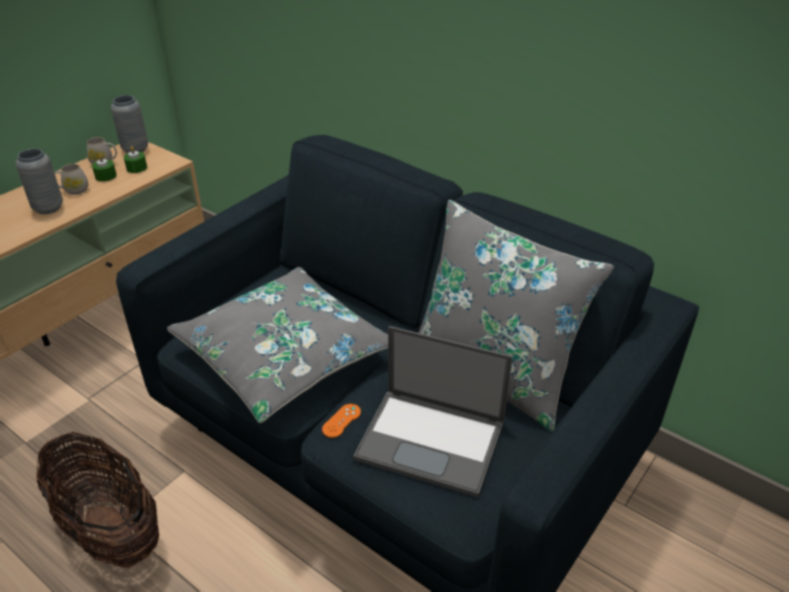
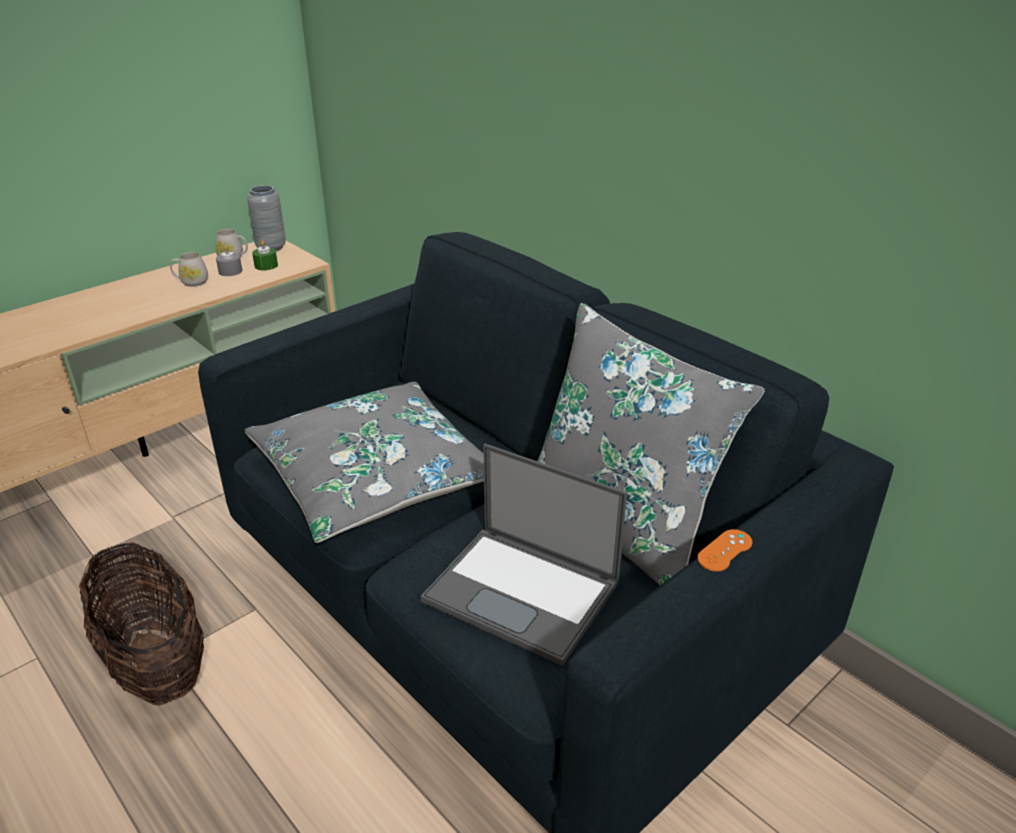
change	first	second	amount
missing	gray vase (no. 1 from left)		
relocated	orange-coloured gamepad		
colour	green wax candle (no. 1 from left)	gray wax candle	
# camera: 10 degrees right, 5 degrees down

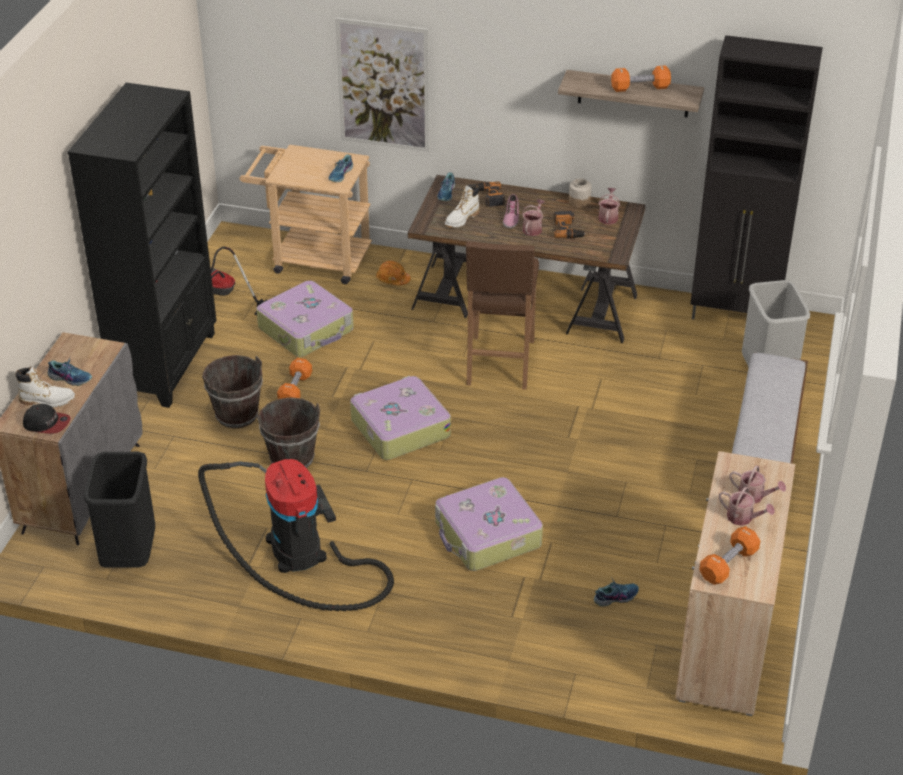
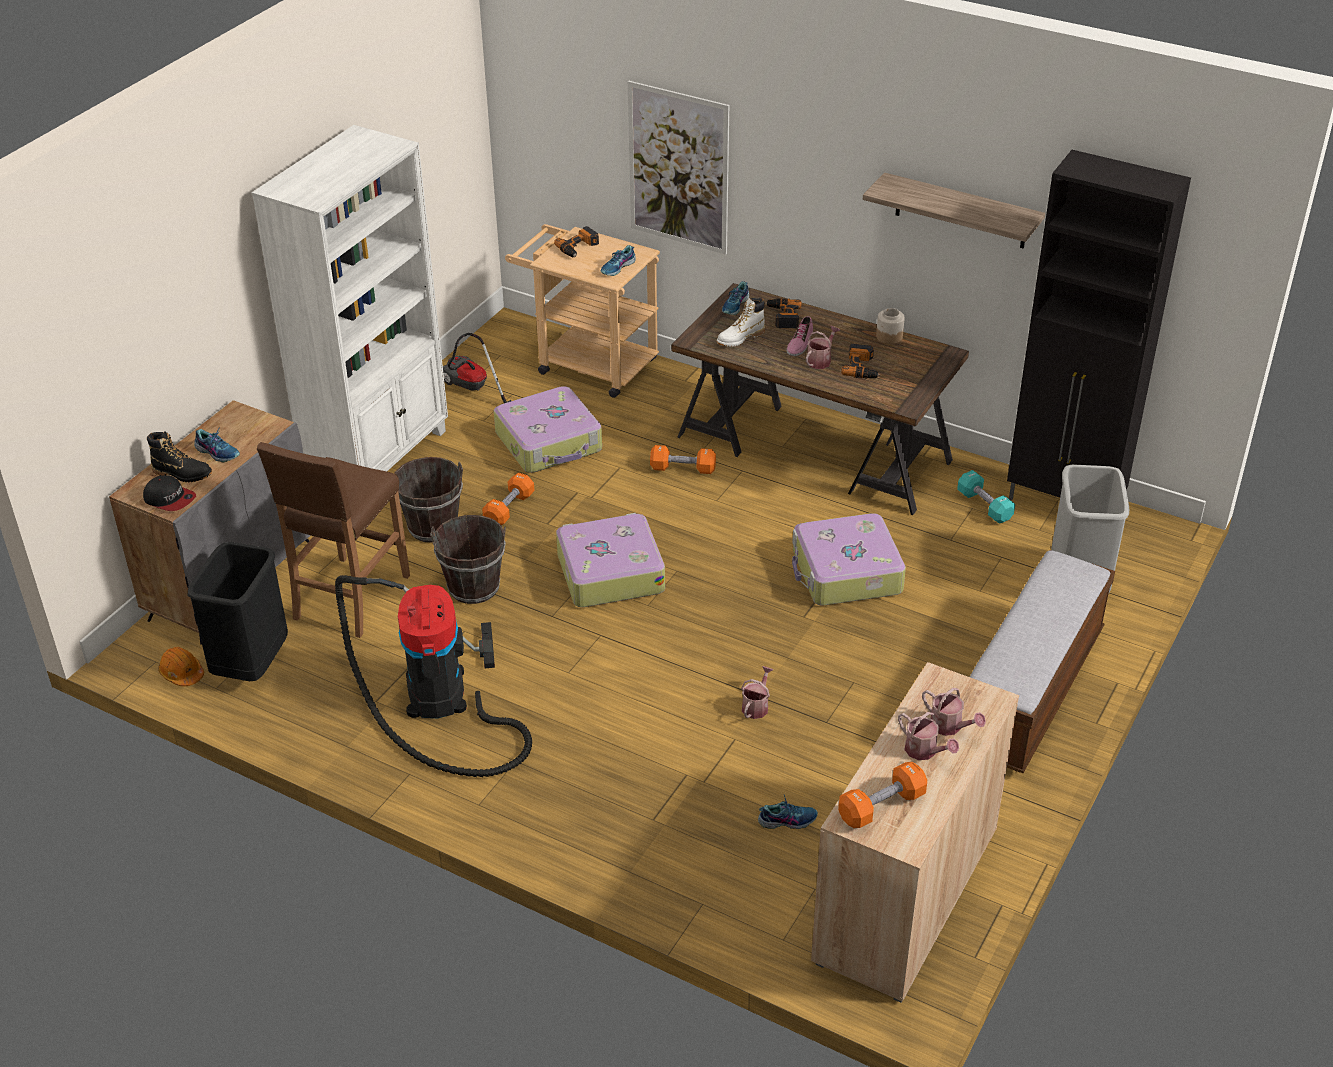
change	first	second	amount
appeared		electric drill (no. 1 from left)	
appeared		turquoise-coloured hand weight	
relocated	orange-coloured work helmet		
relocated	piece of luggage (no. 3 from left)		
relocated	brownish stool seat		
relocated	watering pot (no. 2 from left in the first image)	watering pot (no. 1 from left)	
relocated	orange-coloured hand weight (no. 2 from left)		
colour	white-coloured high-top boot (no. 1 from left)	black-coloured high-top boot	
colour	black-coloured bookshelf	white-coloured bookshelf	
# camera: 15 degrees right, 0 degrees up

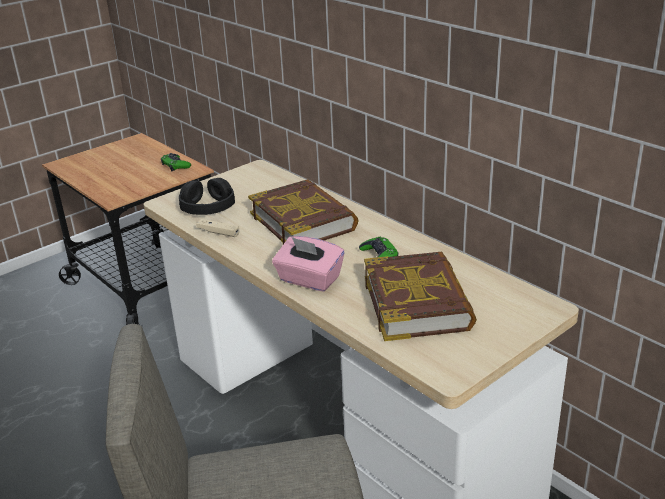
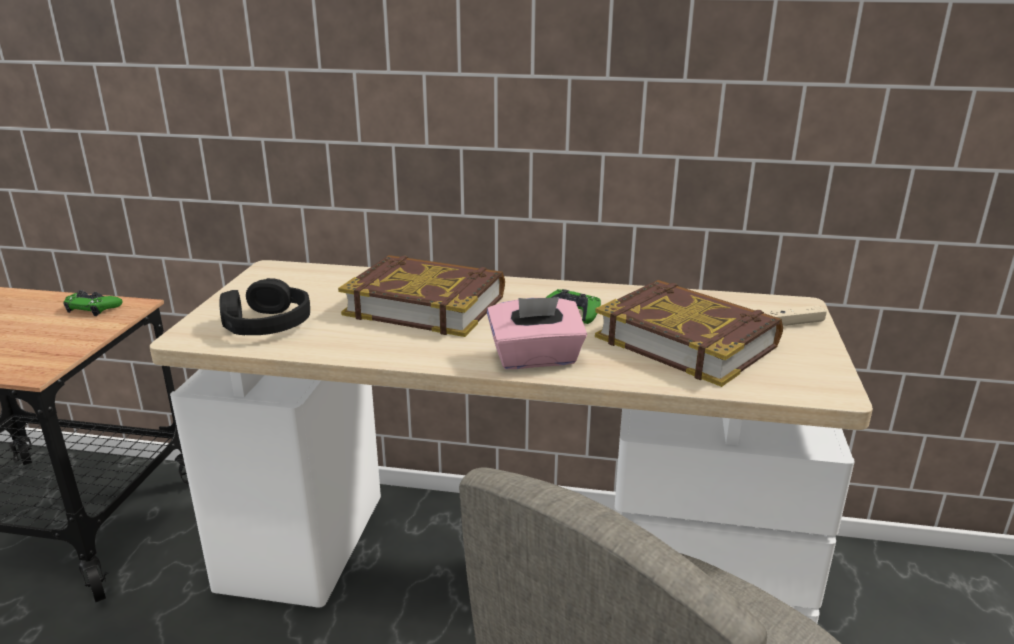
change	first	second	amount
relocated	sand-coloured gamepad		
# camera: 40 degrees left, 5 degrees down

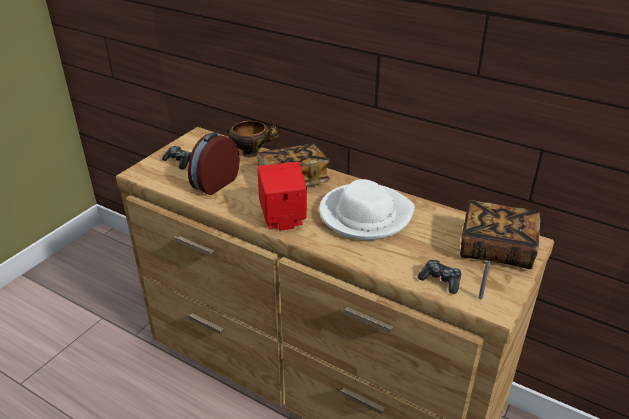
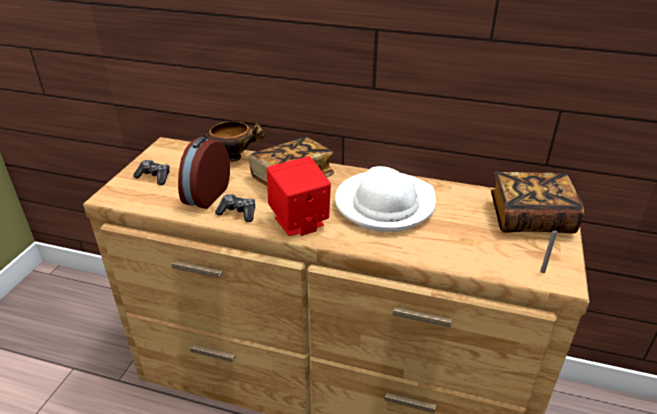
change	first	second	amount
relocated	gamepad (no. 2 from left)		
# camera: 15 degrees left, 0 degrees up

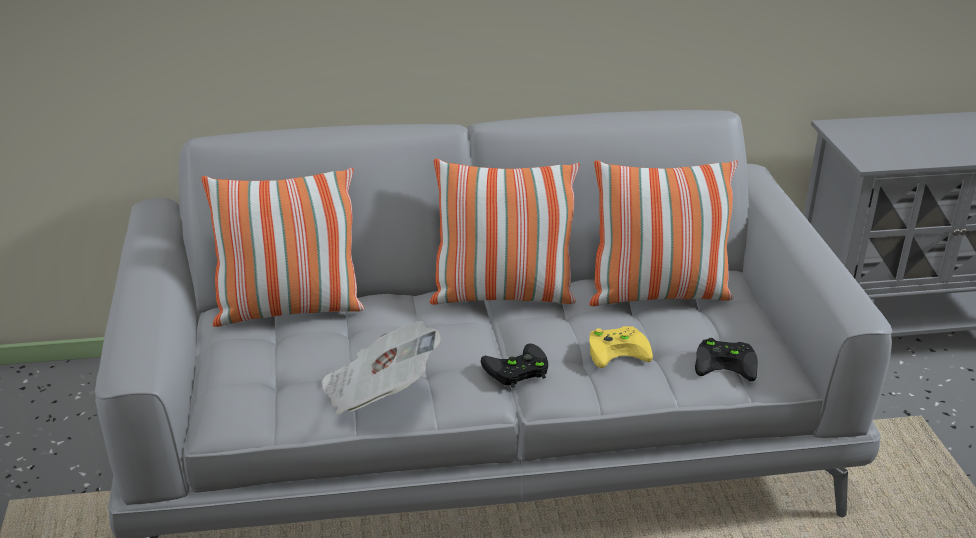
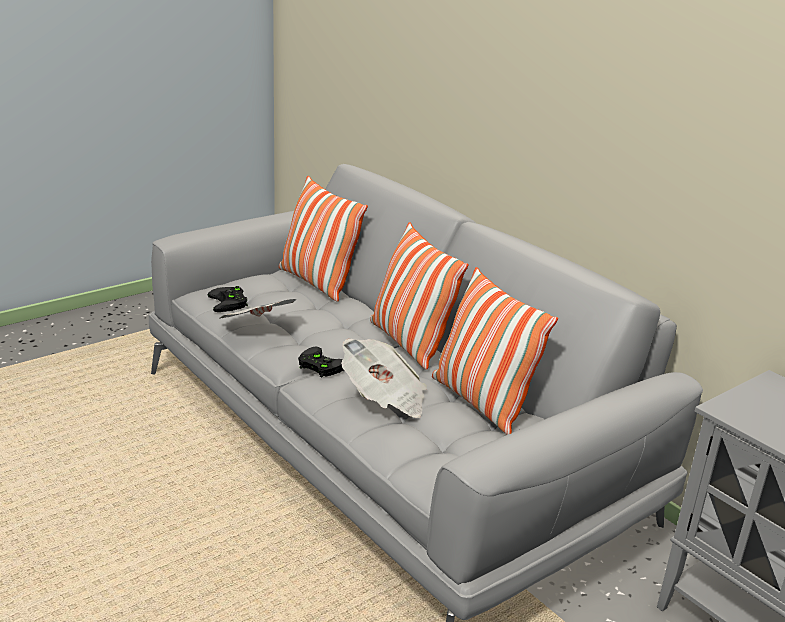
change	first	second	amount
relocated	black-coloured gamepad (no. 2 from left in the first image)	black-coloured gamepad (no. 1 from left)	
exchanged	yellowish gamepad	newspaper (no. 2 from left)	
# camera: 60 degrees right, 5 degrees down

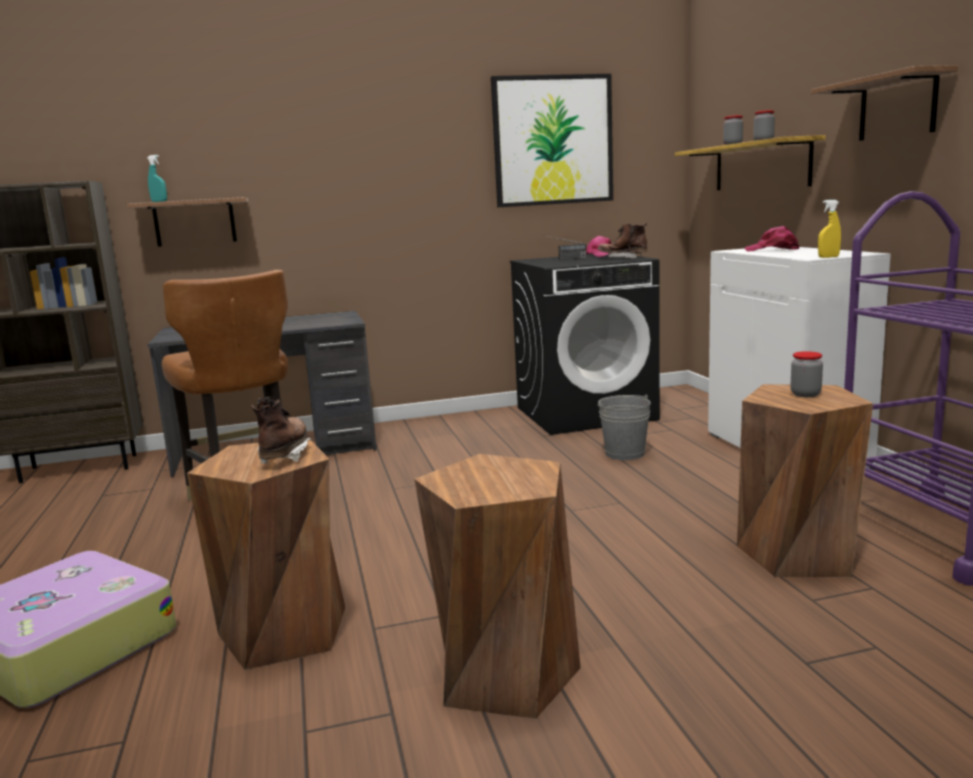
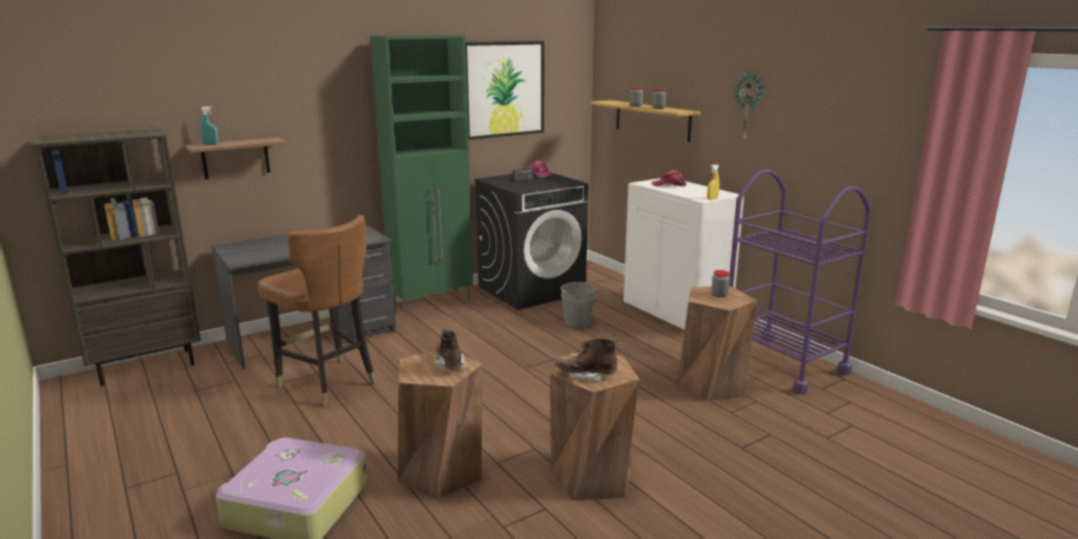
change	first	second	amount
appeared		green storage cabinet	
relocated	brownish high-top boot (no. 2 from left)		
exchanged	bracket shelf (no. 3 from left)	hanging clock	
# camera: 20 degrees left, 5 degrees up

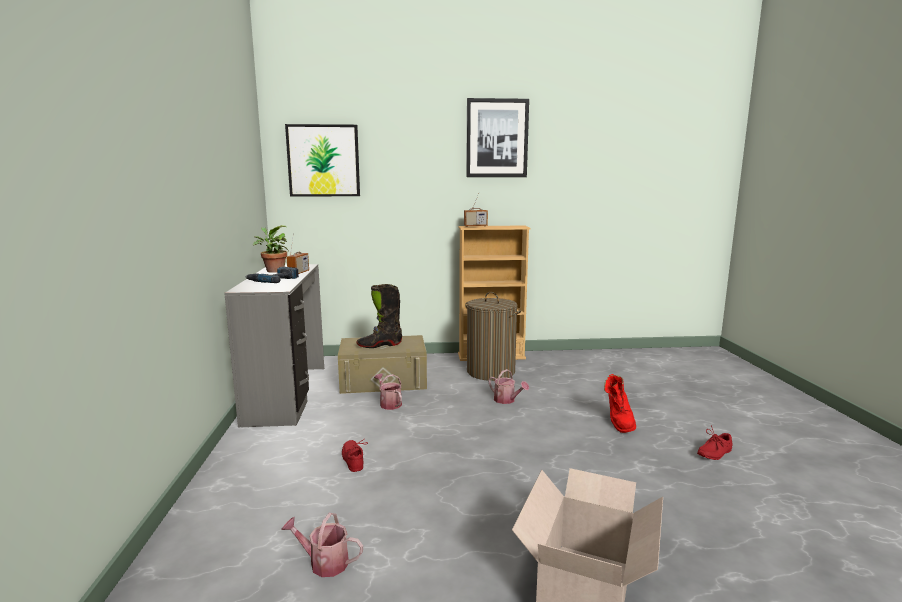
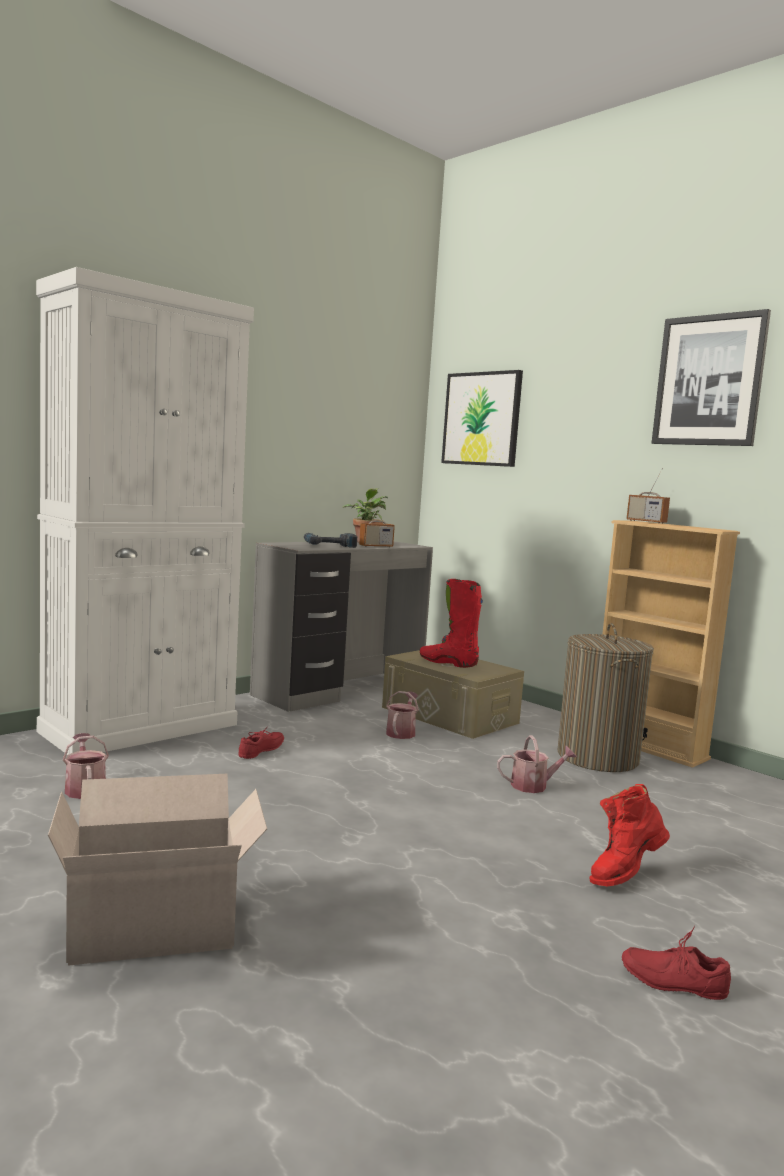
change	first	second	amount
appeared		white-coloured storage cabinet	
colour	black-coloured high-top boot	reddish high-top boot (no. 1 from left)	
spun	watering pot (no. 3 from left)		105 degrees counterclockwise
# camera: 50 degrees right, 5 degrees down

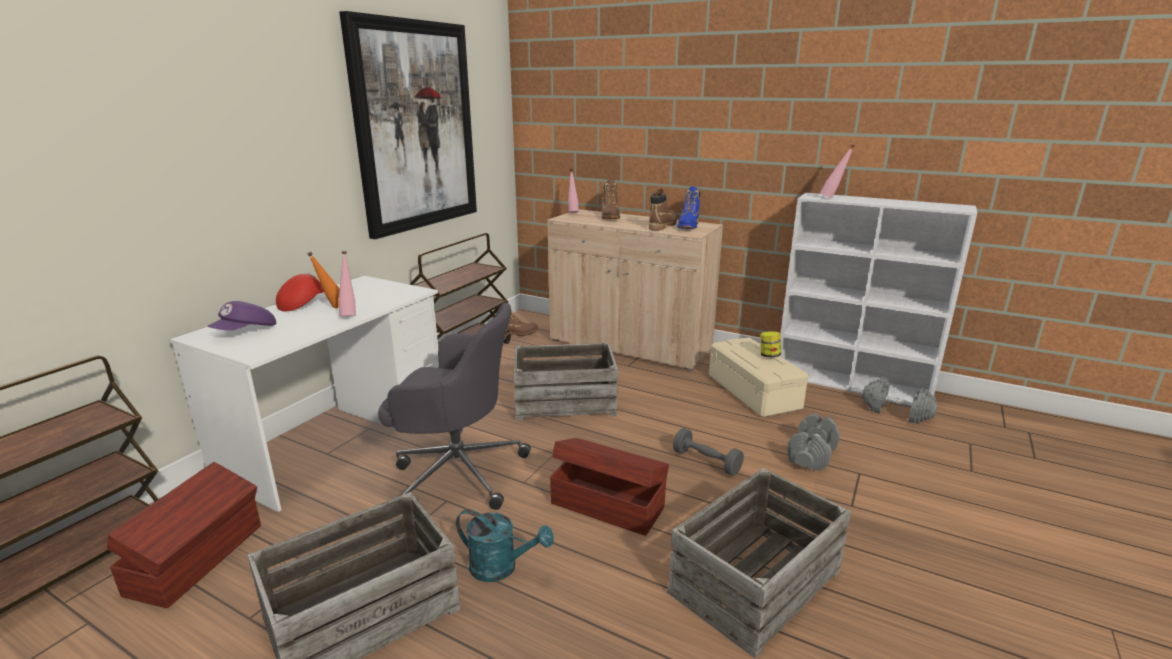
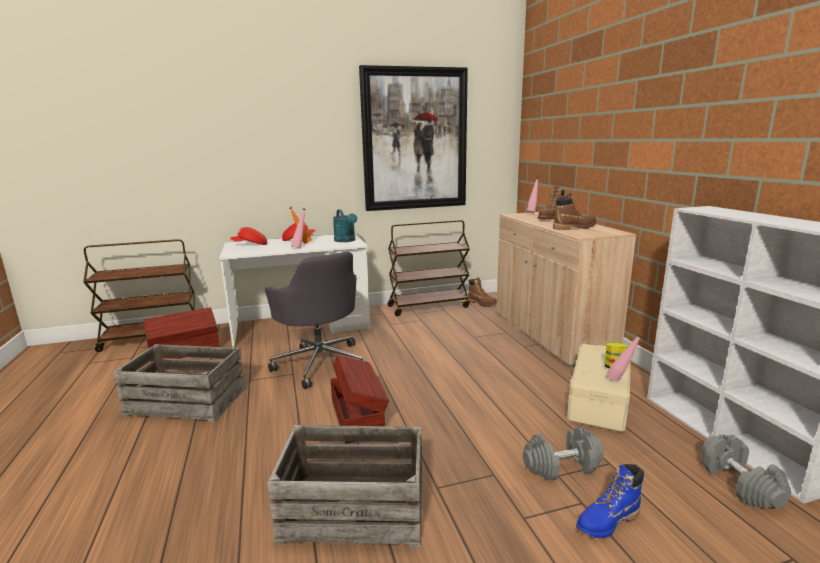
change	first	second	amount
missing	shipping crate (no. 2 from left)		
missing	gray hand weight (no. 1 from left)		
relocated	turquoise-coloured watering pot		
relocated	blue high-top boot		
relocated	pink-coloured drink bottle (no. 3 from left)		
colour	purple baseball cap	reddish baseball cap (no. 1 from left)	
# camera: 45 degrees right, 5 degrees down

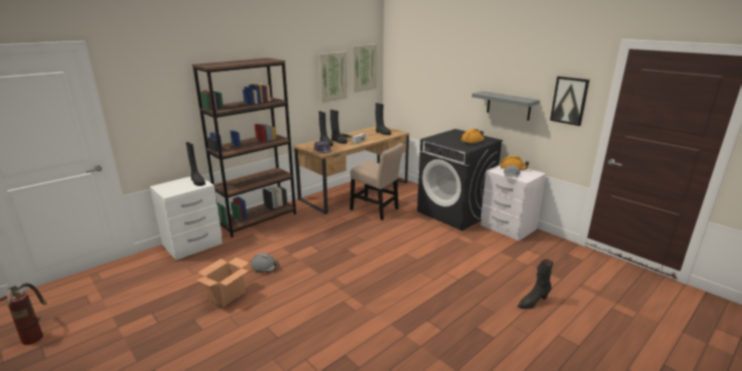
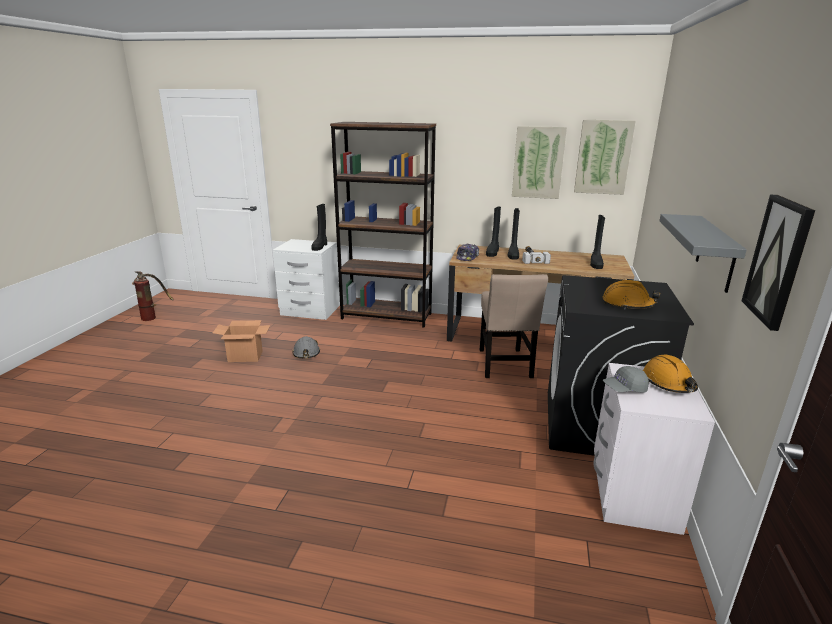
change	first	second	amount
missing	black-coloured high-top boot (no. 5 from left)		
# camera: 55 degrees right, 0 degrees up

